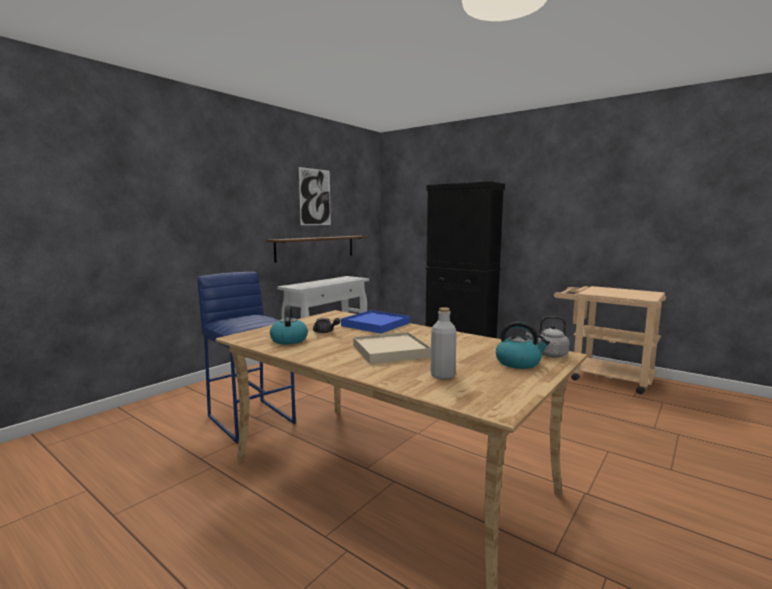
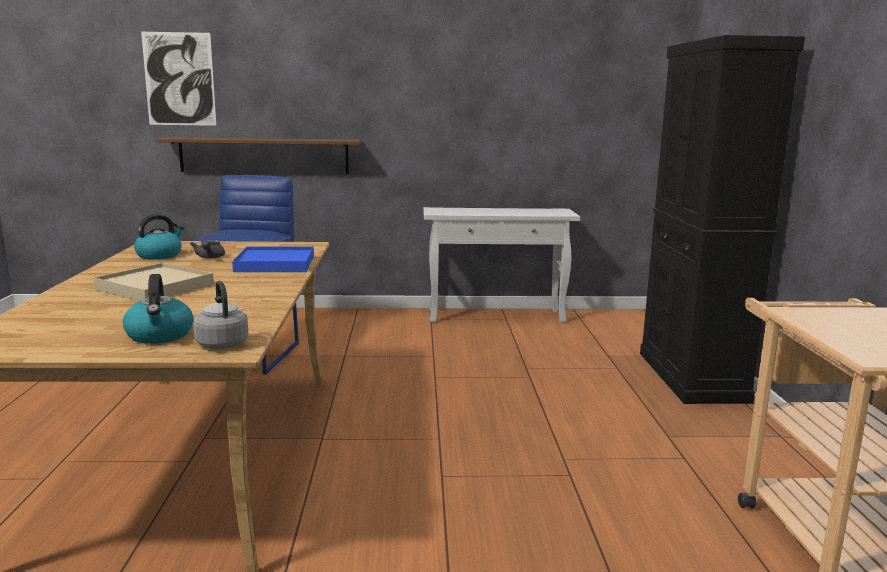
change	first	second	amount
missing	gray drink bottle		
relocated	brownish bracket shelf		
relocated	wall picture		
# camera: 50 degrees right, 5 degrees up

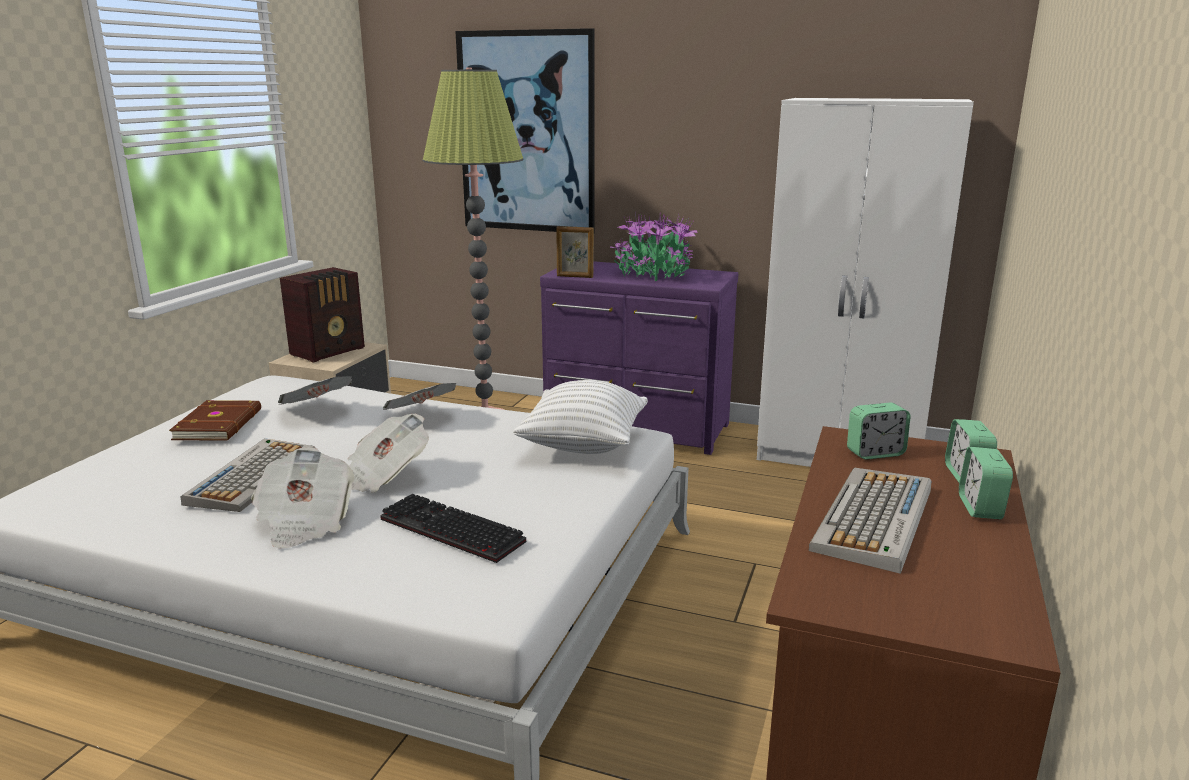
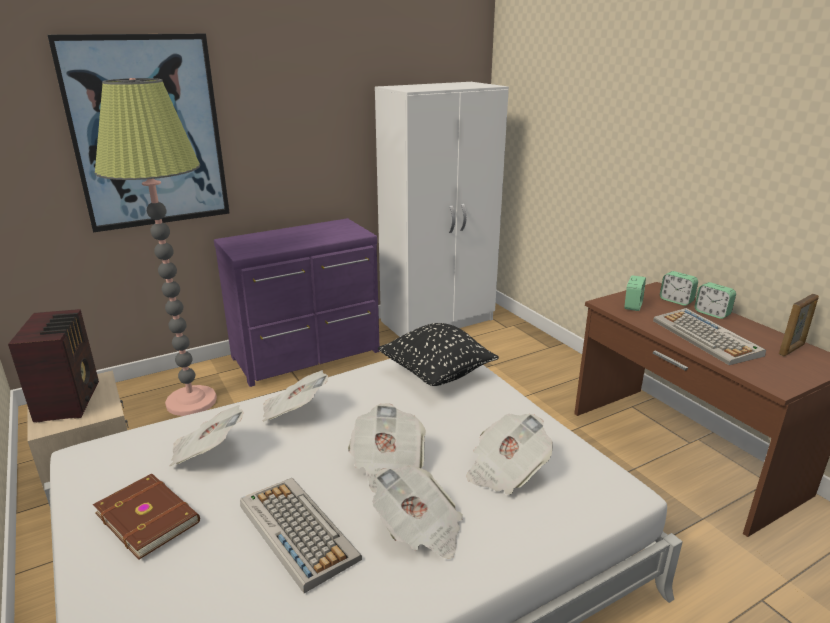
change	first	second	amount
missing	potted plant		
relocated	photo frame		
exchanged	keyboard (no. 2 from left)	newspaper (no. 5 from left)	
colour	white-coloured pillow	black-coloured pillow	
# camera: 50 degrees left, 5 degrees up

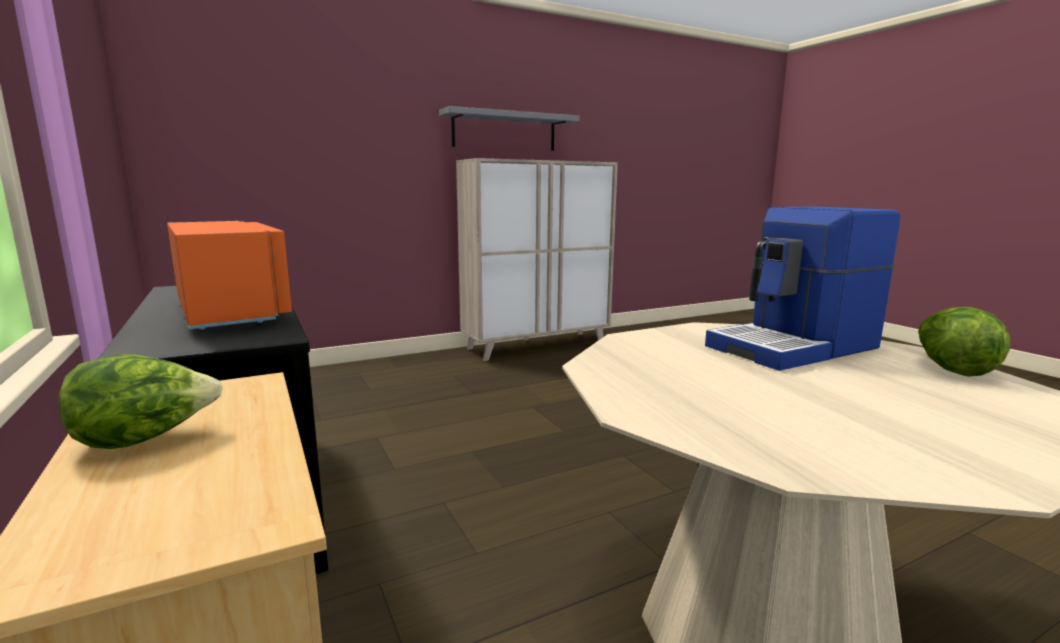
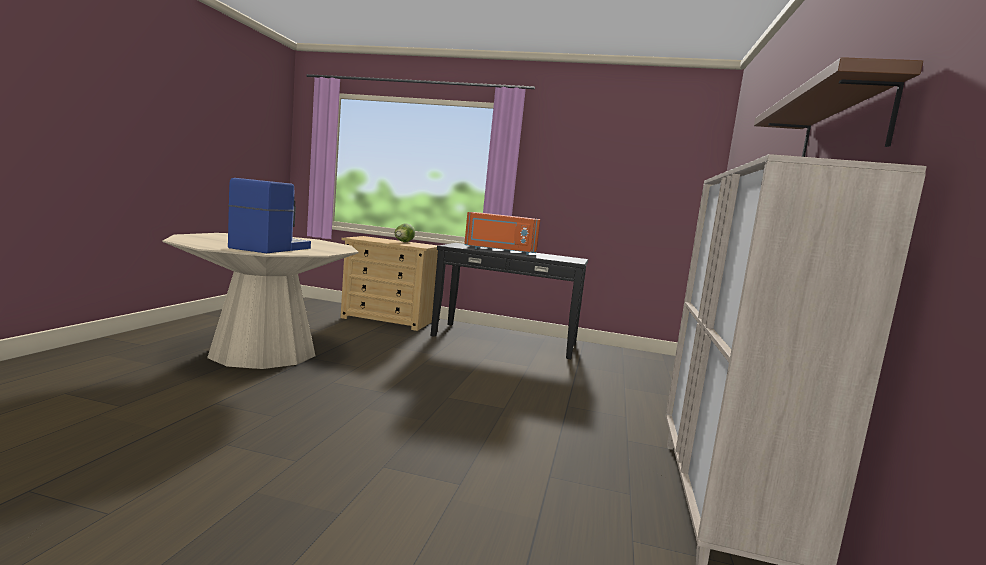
change	first	second	amount
missing	lettuce head (no. 2 from left)		
colour	gray bracket shelf	brownish bracket shelf	
# camera: 130 degrees right, 5 degrees down

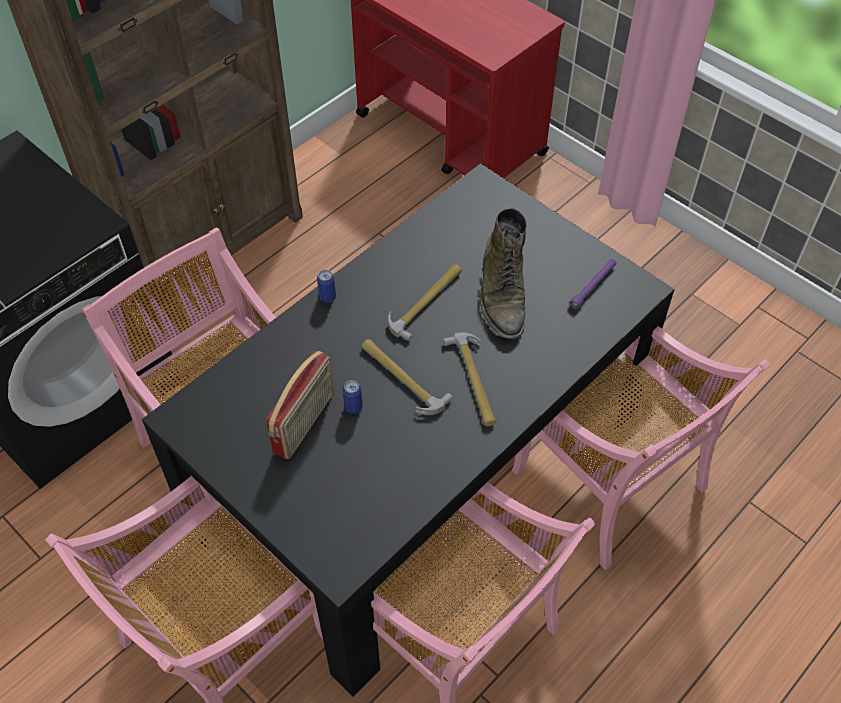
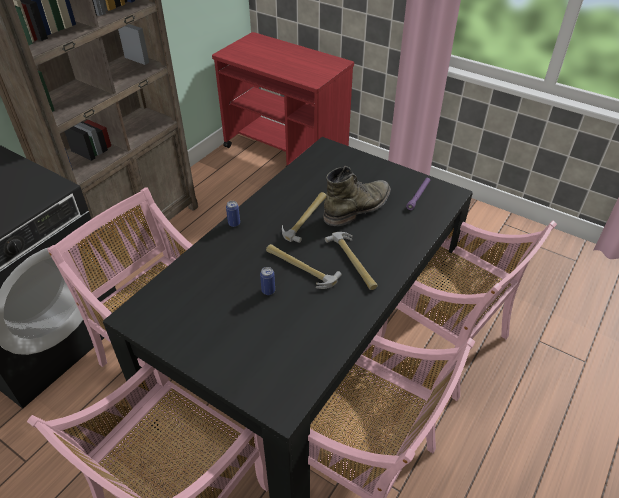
change	first	second	amount
missing	radio set		
spun	green high-top boot		120 degrees counterclockwise
# camera: 10 degrees left, 10 degrees down

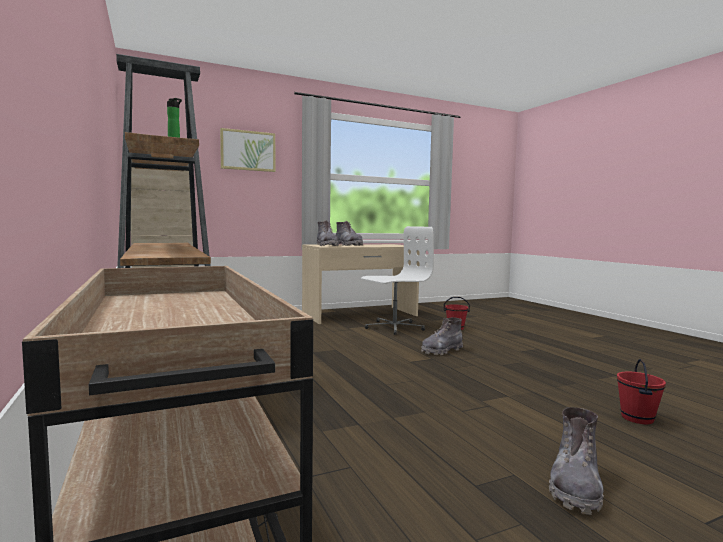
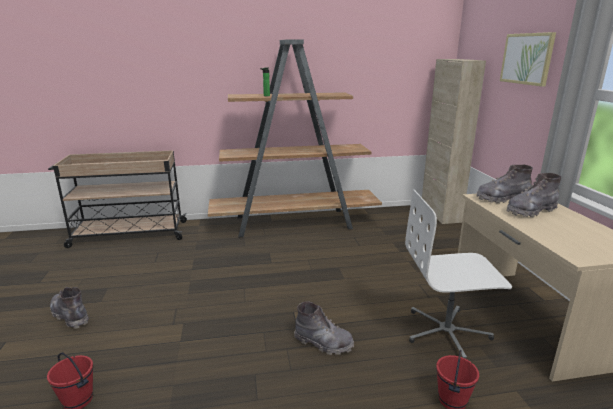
change	first	second	amount
spun	white-coloured office chair		105 degrees clockwise
spun	gray high-top boot (no. 3 from left in the first image)	gray high-top boot (no. 2 from left)	135 degrees clockwise
# camera: 105 degrees right, 15 degrees up

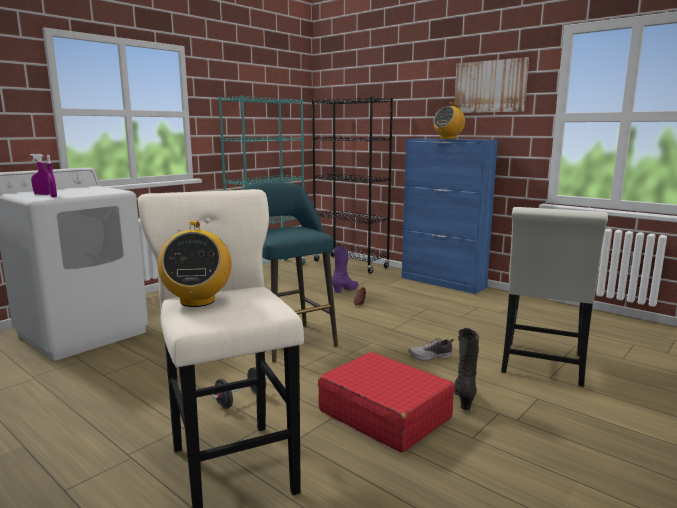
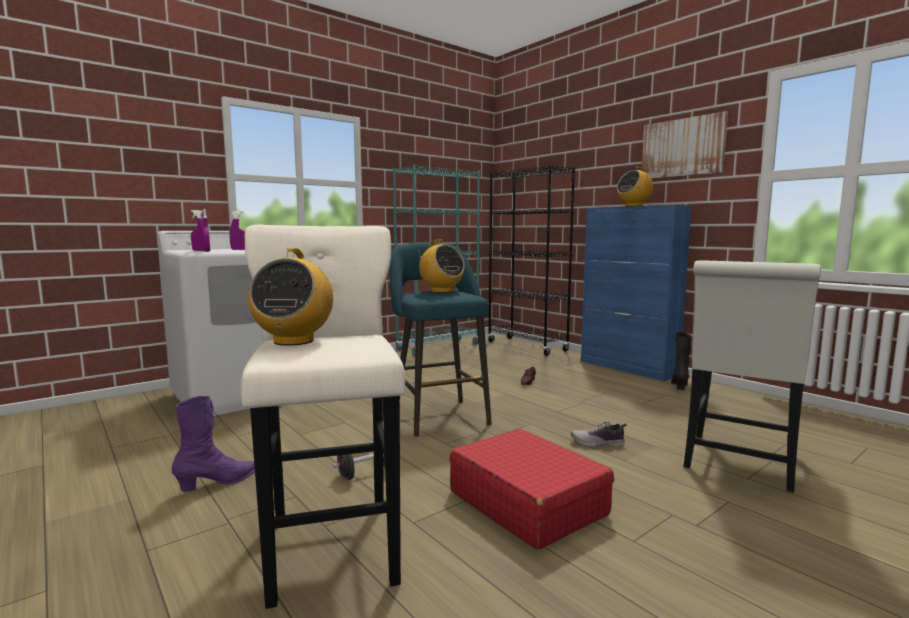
change	first	second	amount
appeared		purple spray bottle (no. 3 from left)	
appeared		radio set (no. 2 from left)	
relocated	purple high-top boot		
relocated	black-coloured high-top boot		
# camera: 10 degrees right, 5 degrees down

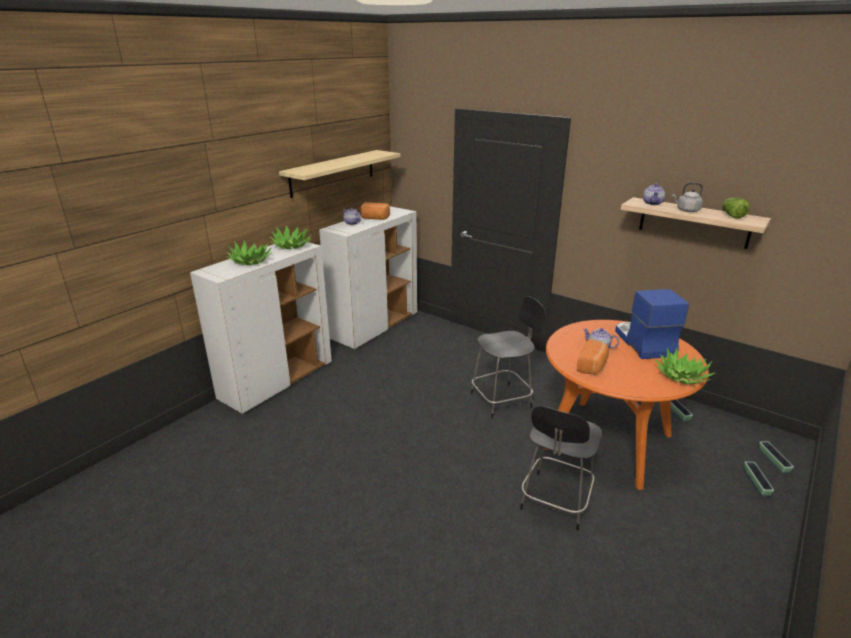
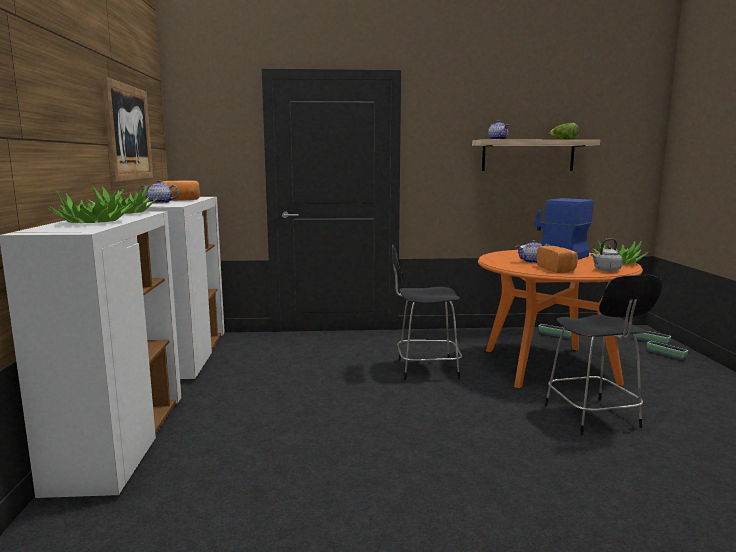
change	first	second	amount
relocated	gray kettle		
exchanged	bracket shelf (no. 1 from left)	wall picture	
spun	black-coloured plain chair (no. 1 from left)		120 degrees counterclockwise
# camera: 40 degrees left, 15 degrees down

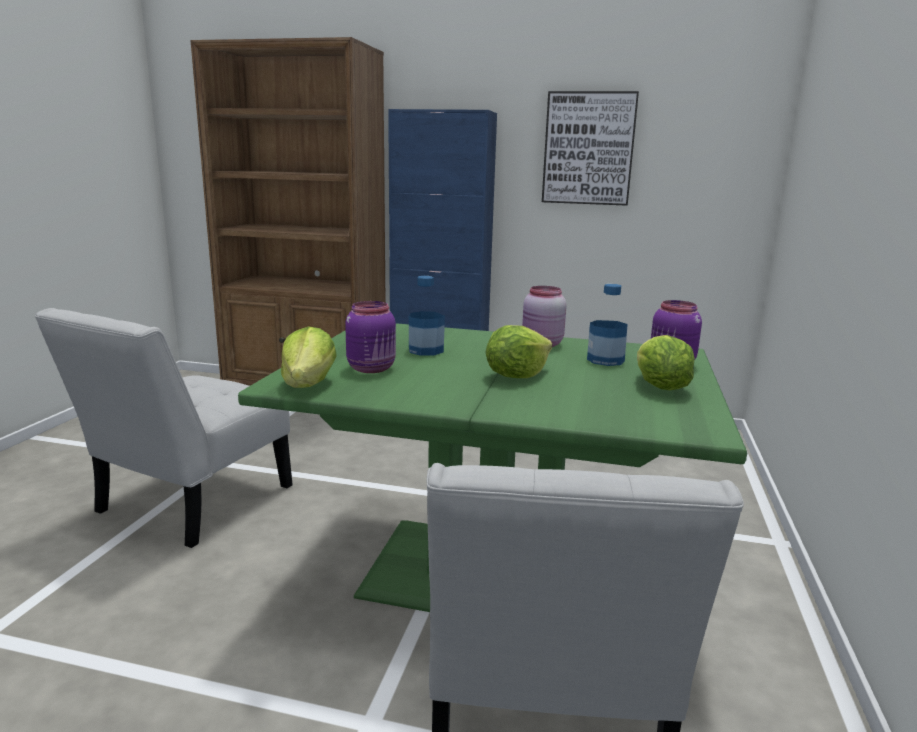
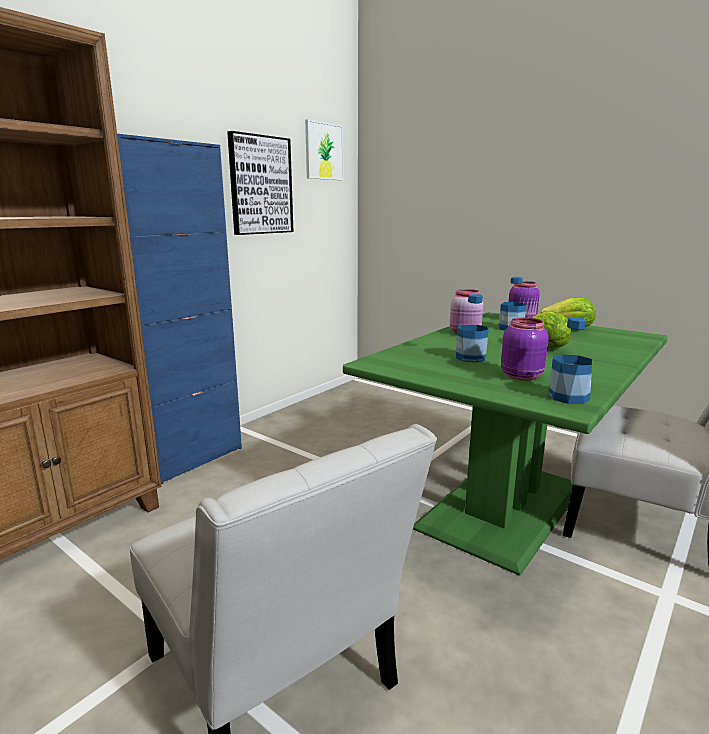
change	first	second	amount
appeared		wall picture (no. 2 from left)	
exchanged	lettuce head (no. 1 from left)	drink bottle (no. 3 from left)	
# camera: 65 degrees left, 0 degrees up

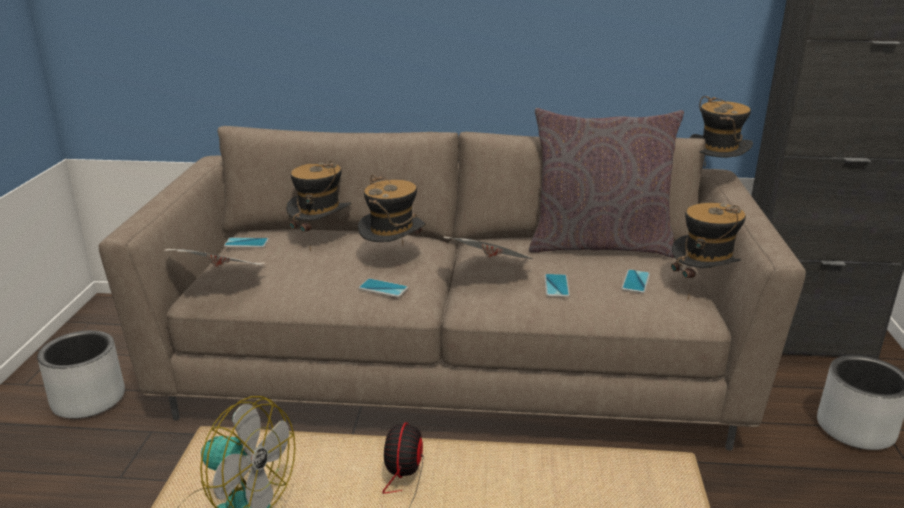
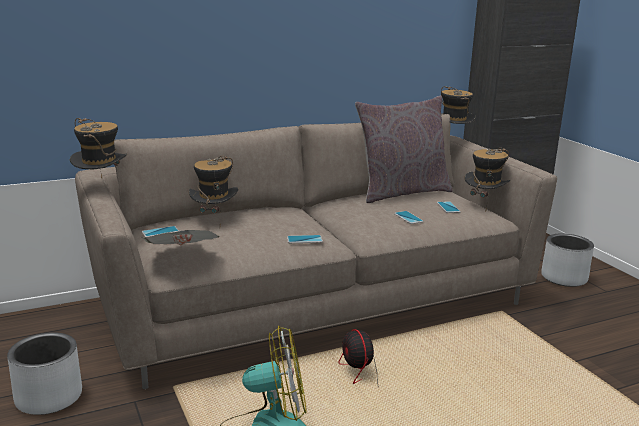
change	first	second	amount
missing	newspaper (no. 2 from left)		
relocated	wearable hat (no. 2 from left in the first image)	wearable hat (no. 1 from left)	
# camera: 30 degrees left, 5 degrees down

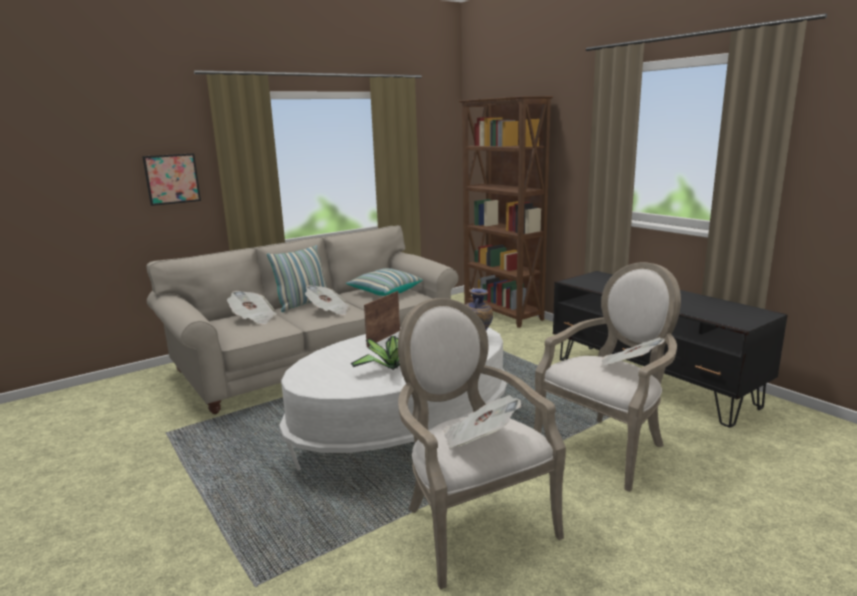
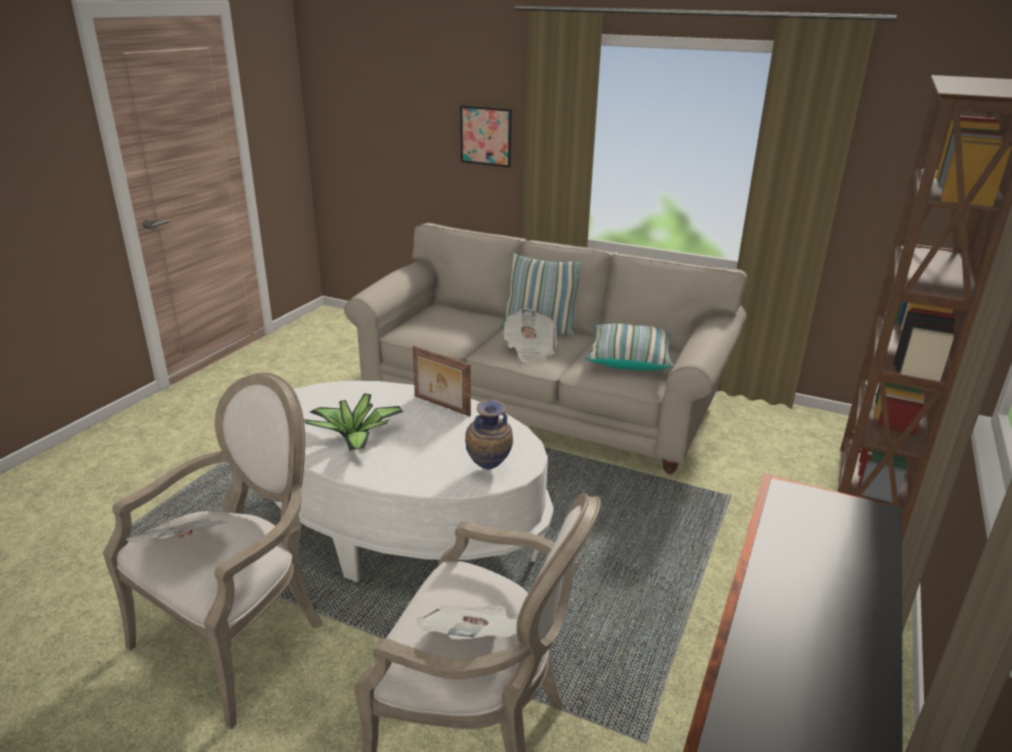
change	first	second	amount
missing	newspaper (no. 1 from left)		
spun	photo frame		150 degrees counterclockwise
# camera: 60 degrees right, 10 degrees up

